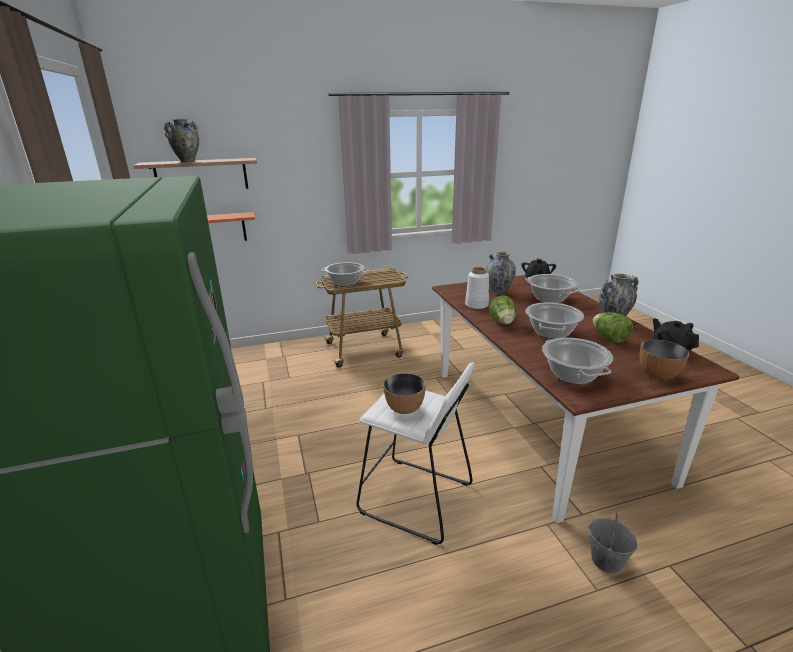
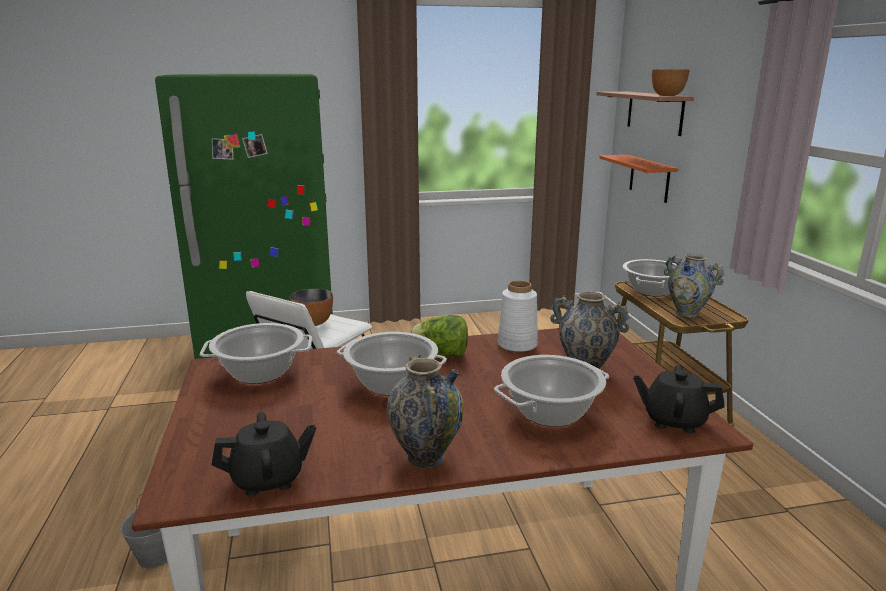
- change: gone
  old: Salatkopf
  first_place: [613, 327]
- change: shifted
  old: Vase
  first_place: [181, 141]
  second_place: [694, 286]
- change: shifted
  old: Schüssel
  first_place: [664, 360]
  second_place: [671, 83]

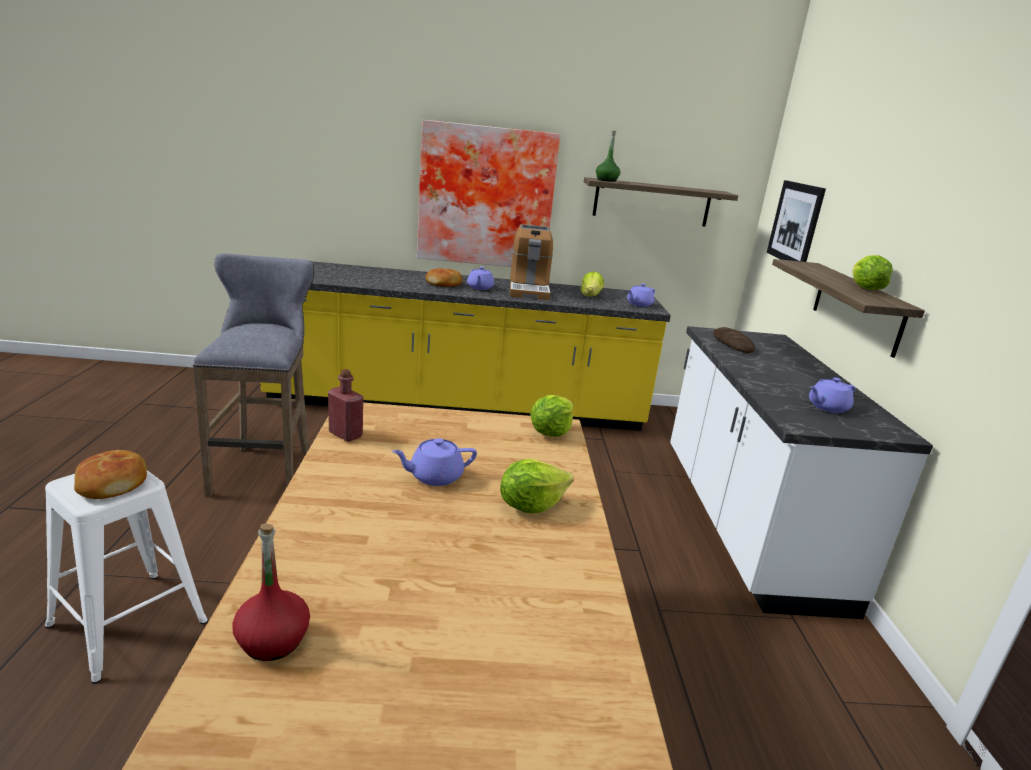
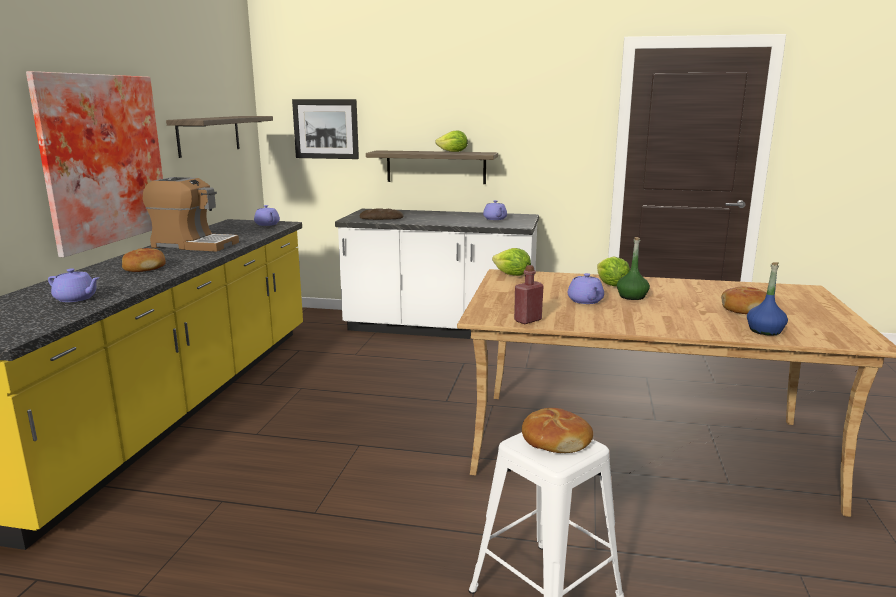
- change: gone
  old: Hocker [grau]
  first_place: [254, 375]
- change: gone
  old: Salatkopf
  first_place: [592, 284]
- change: new
  new: Brot
  second_place: [744, 300]
- change: shifted
  old: Teekanne [lila]
  first_place: [480, 278]
  second_place: [73, 285]
- change: shifted
  old: Flasche [grün]
  first_place: [608, 156]
  second_place: [633, 268]
- change: repainted
  old: Flasche [rot]
  new: Flasche [blau]
  first_place: [271, 592]
  second_place: [767, 299]

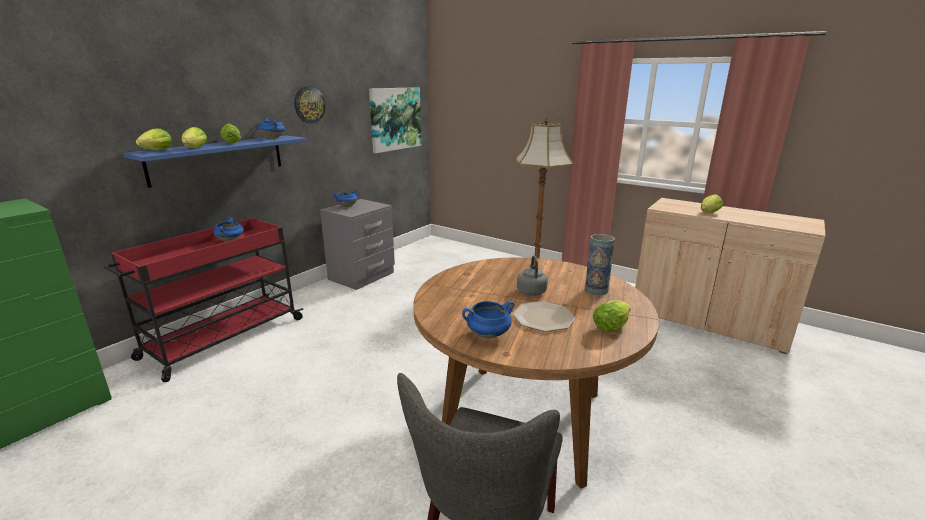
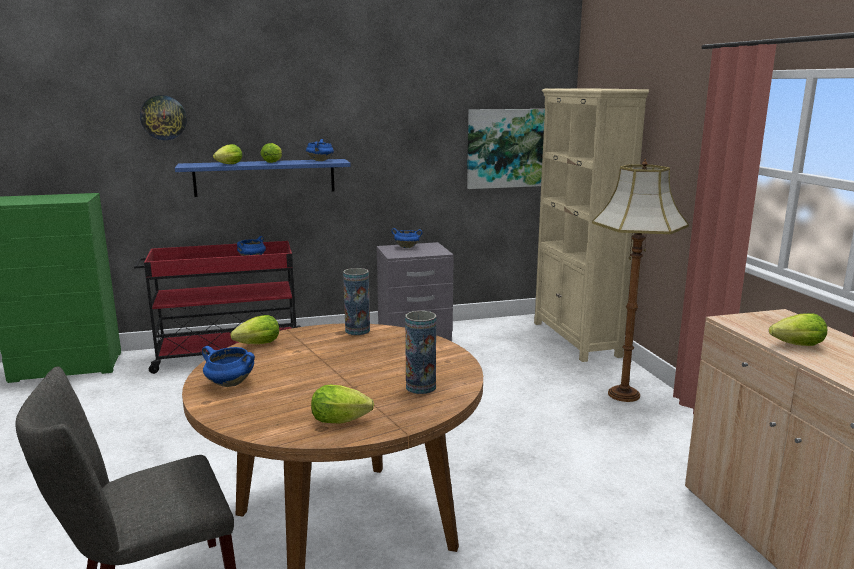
- change: gone
  old: Teller
  first_place: [544, 316]
- change: gone
  old: Wasserkessel [grau]
  first_place: [532, 275]
- change: new
  new: Vase
  second_place: [356, 301]
- change: new
  new: Bücherregal [beige]
  second_place: [591, 225]
- change: shifted
  old: Salatkopf
  first_place: [154, 139]
  second_place: [255, 329]
- change: shifted
  old: Wanduhr
  first_place: [310, 104]
  second_place: [163, 117]

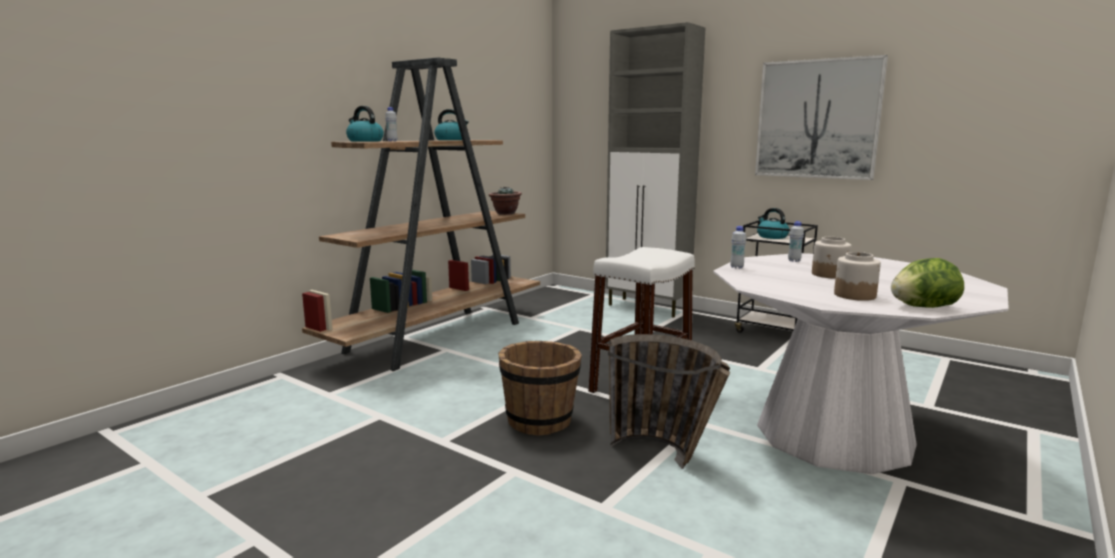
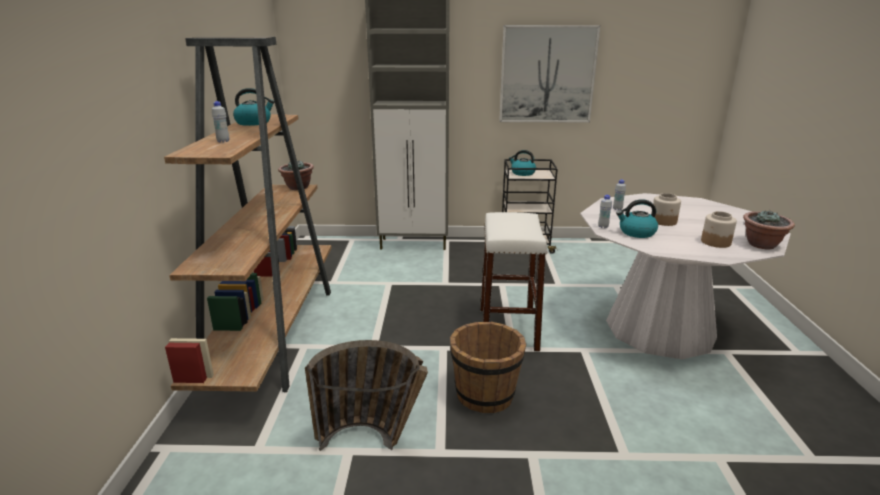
- change: shifted
  old: Wasserkessel
  first_place: [365, 124]
  second_place: [637, 218]
- change: shifted
  old: Korb
  first_place: [669, 401]
  second_place: [366, 395]
- change: swapped
  old: Salatkopf
  new: Topfpflanze
  first_place: [927, 283]
  second_place: [769, 229]

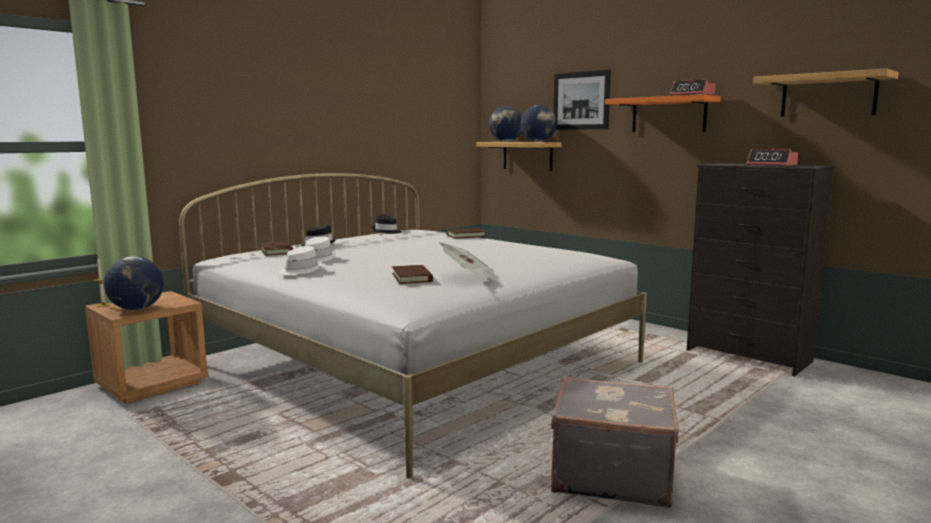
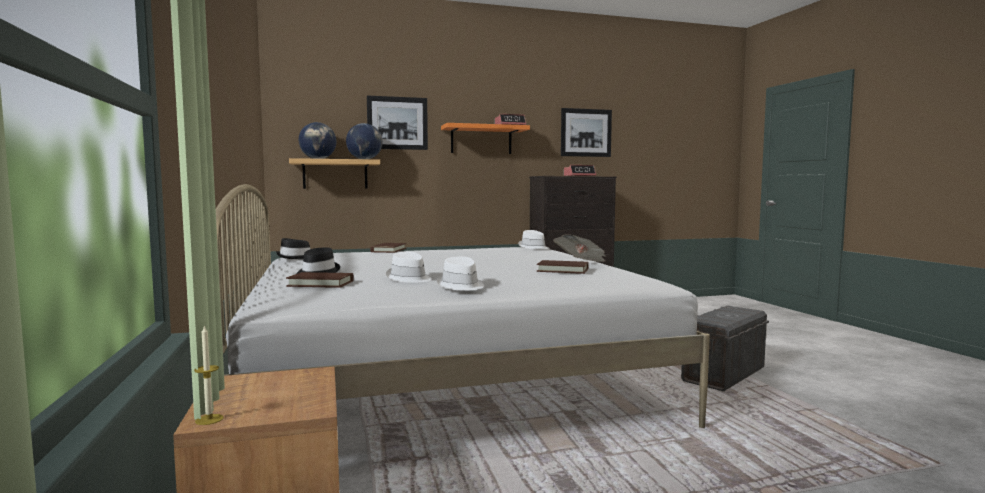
- change: gone
  old: Globus
  first_place: [134, 283]
- change: new
  new: Hut [weiß]
  second_place: [533, 239]
- change: swapped
  old: Koffer [grau]
  new: Aufbewahrungsbox [grau]
  first_place: [615, 442]
  second_place: [725, 348]
- change: swapped
  old: Wandregal
  new: Bild
  first_place: [826, 93]
  second_place: [586, 132]

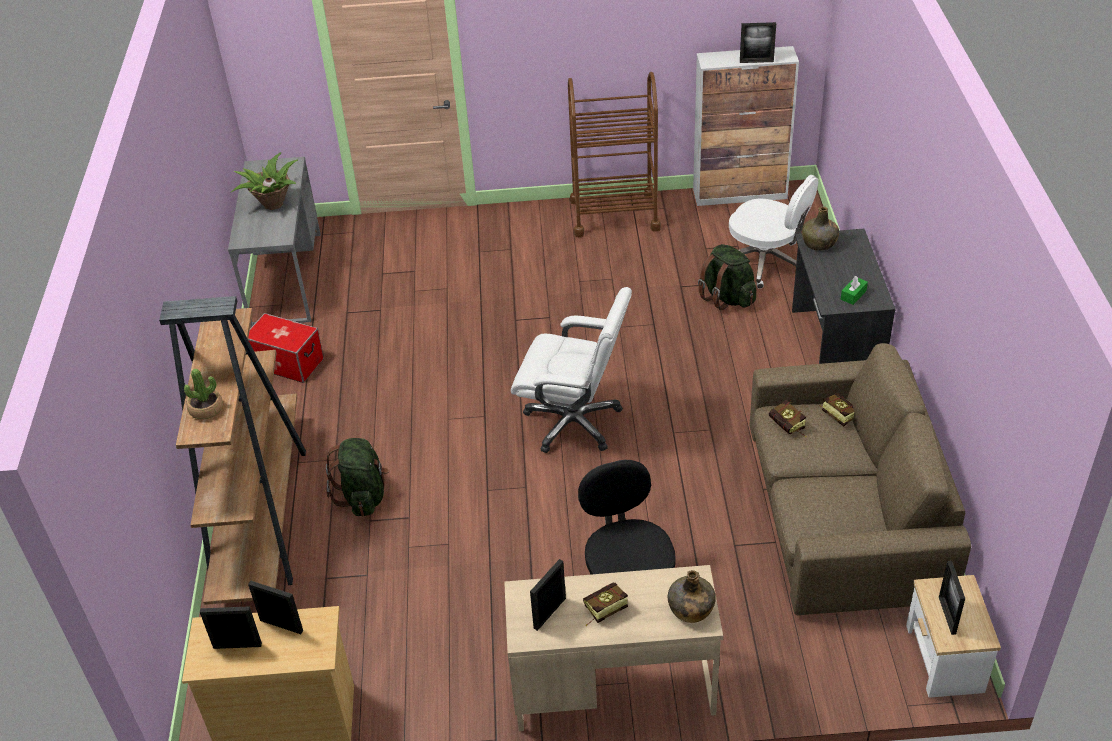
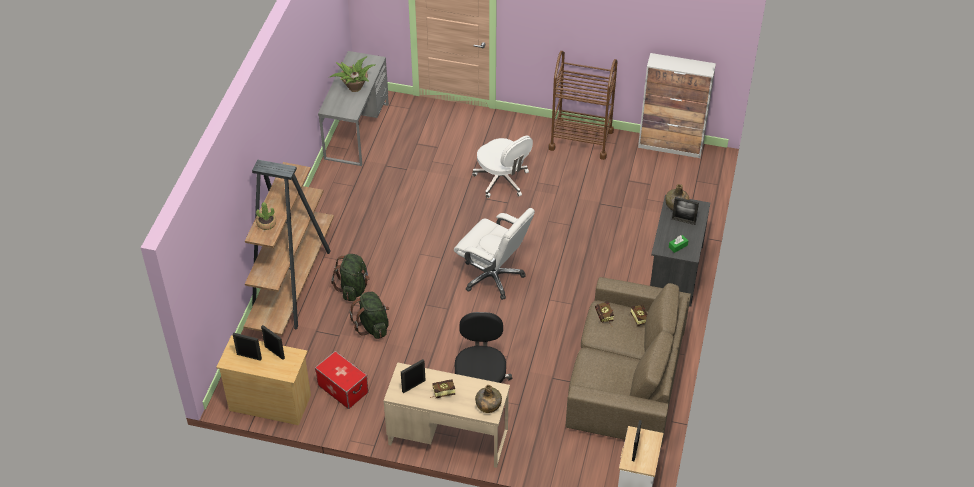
- change: shifted
  old: Aufbewahrungsbox
  first_place: [286, 348]
  second_place: [341, 380]
- change: shifted
  old: Rucksack [grün]
  first_place: [727, 277]
  second_place: [369, 315]
- change: shifted
  old: Bürostuhl [weiß]
  first_place: [773, 232]
  second_place: [502, 166]
- change: shifted
  old: Bilderrahmen
  first_place: [758, 42]
  second_place: [685, 211]

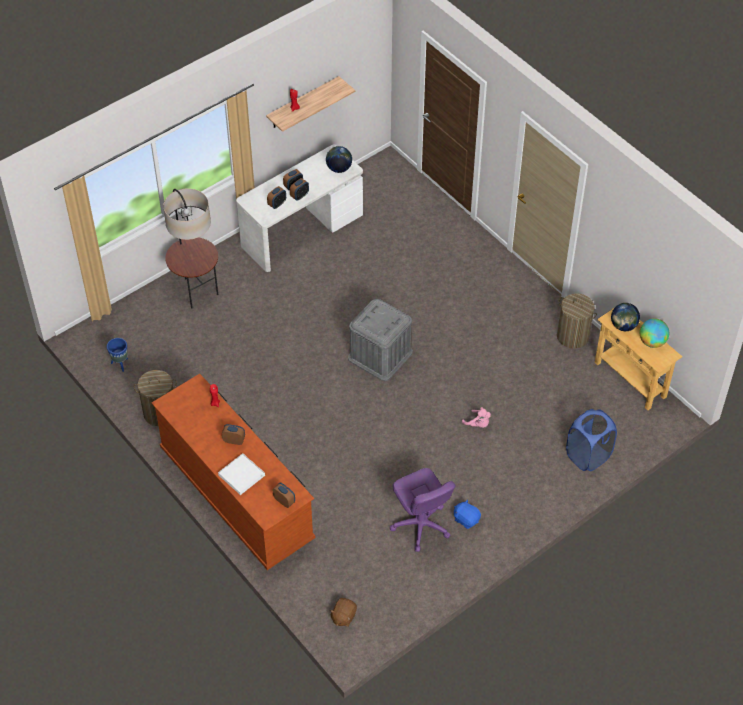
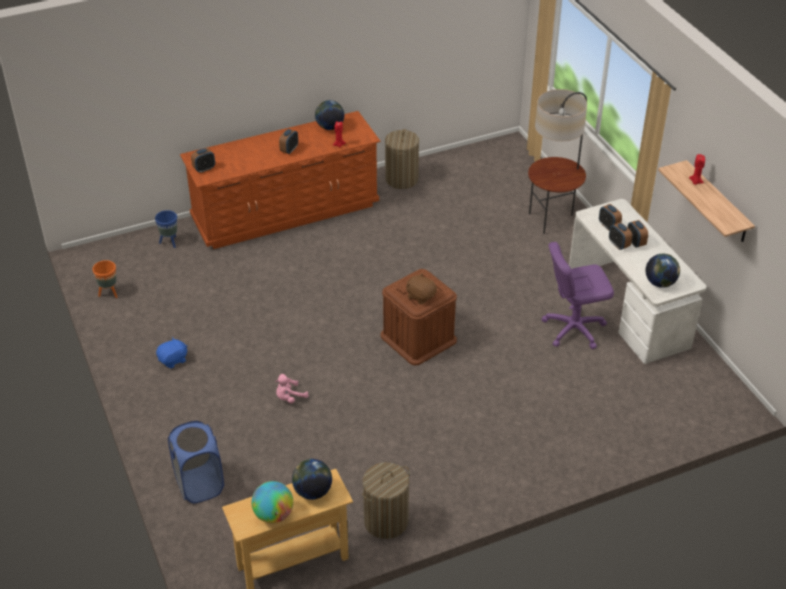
- change: gone
  old: Tablett [weiß]
  first_place: [241, 474]
- change: new
  new: Pflanzkübel [orange]
  second_place: [105, 279]
- change: new
  new: Globus
  second_place: [329, 115]
- change: shifted
  old: Pflanzkübel [blau]
  first_place: [117, 355]
  second_place: [166, 229]
- change: shifted
  old: Plüschtier [braun]
  first_place: [343, 612]
  second_place: [421, 289]
- change: shifted
  old: Bürostuhl [lila]
  first_place: [423, 510]
  second_place: [577, 295]
- change: repainted
  old: Aufbewahrungsbox [grau]
  new: Aufbewahrungsbox [braun]
  first_place: [380, 340]
  second_place: [419, 317]

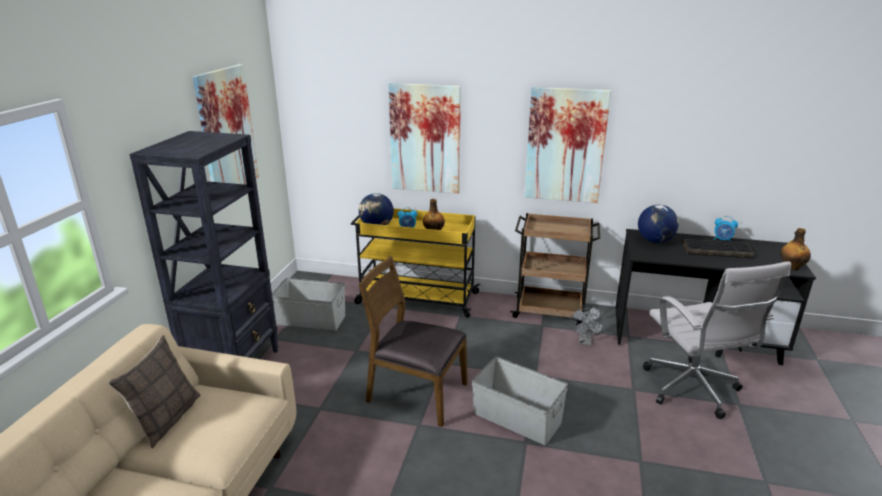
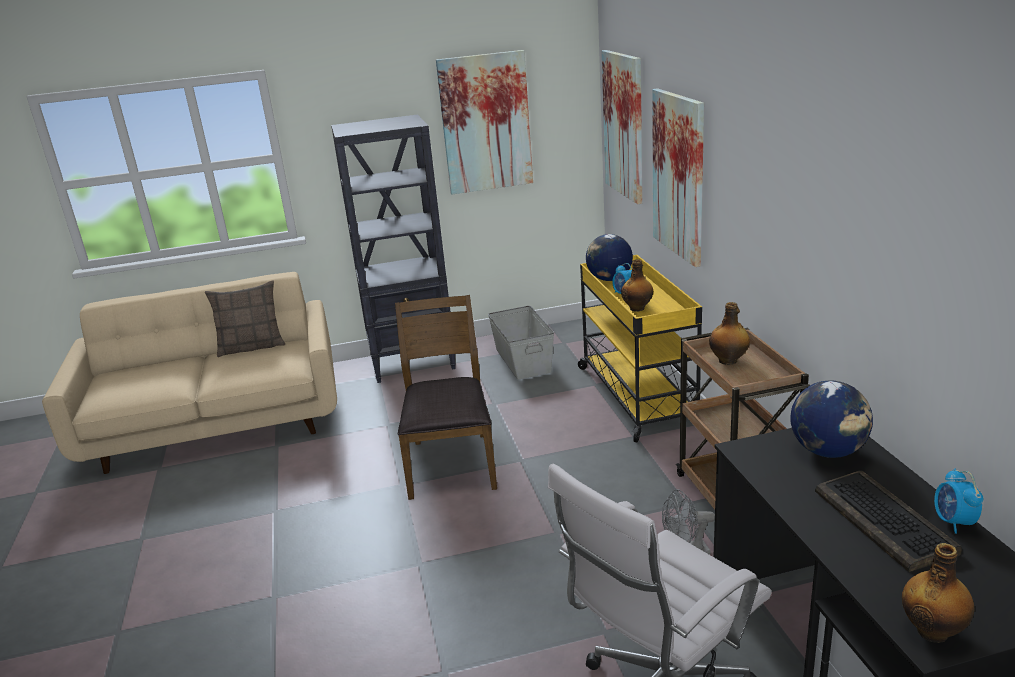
- change: gone
  old: Aufbewahrungsbox [grau]
  first_place: [520, 401]
- change: new
  new: Flasche
  second_place: [729, 333]
- change: shifted
  old: Bild
  first_place: [567, 145]
  second_place: [622, 127]

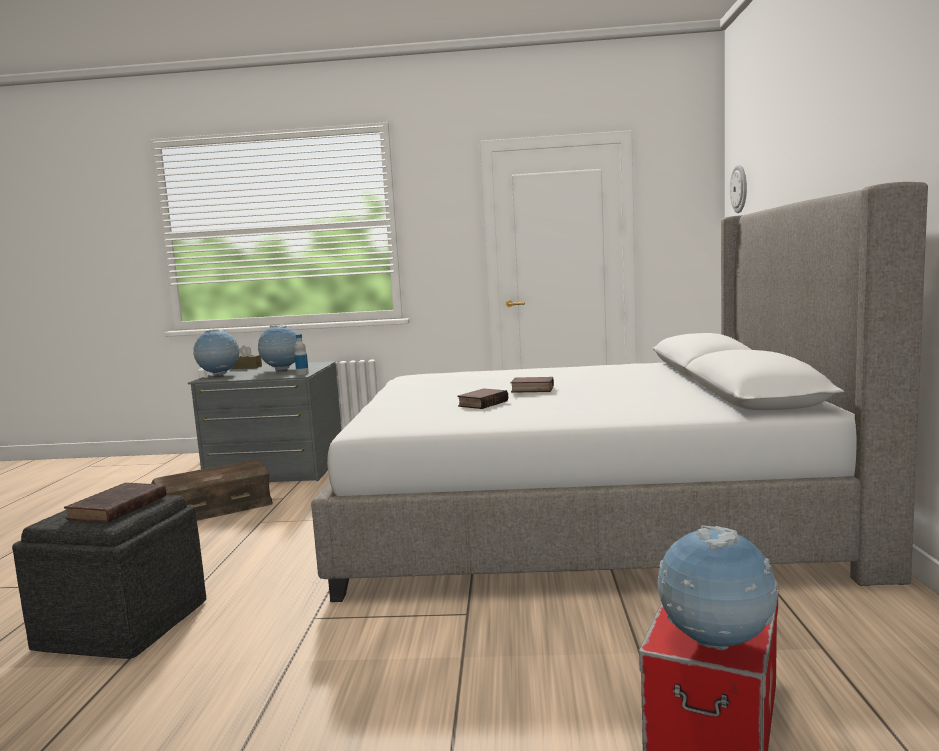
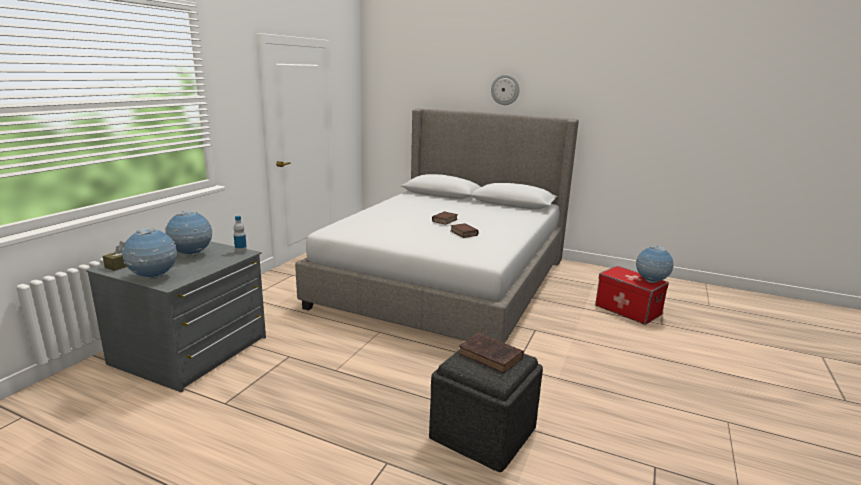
- change: gone
  old: Aufbewahrungsbox [braun]
  first_place: [212, 490]
- change: shifted
  old: Wanduhr
  first_place: [738, 189]
  second_place: [505, 89]

